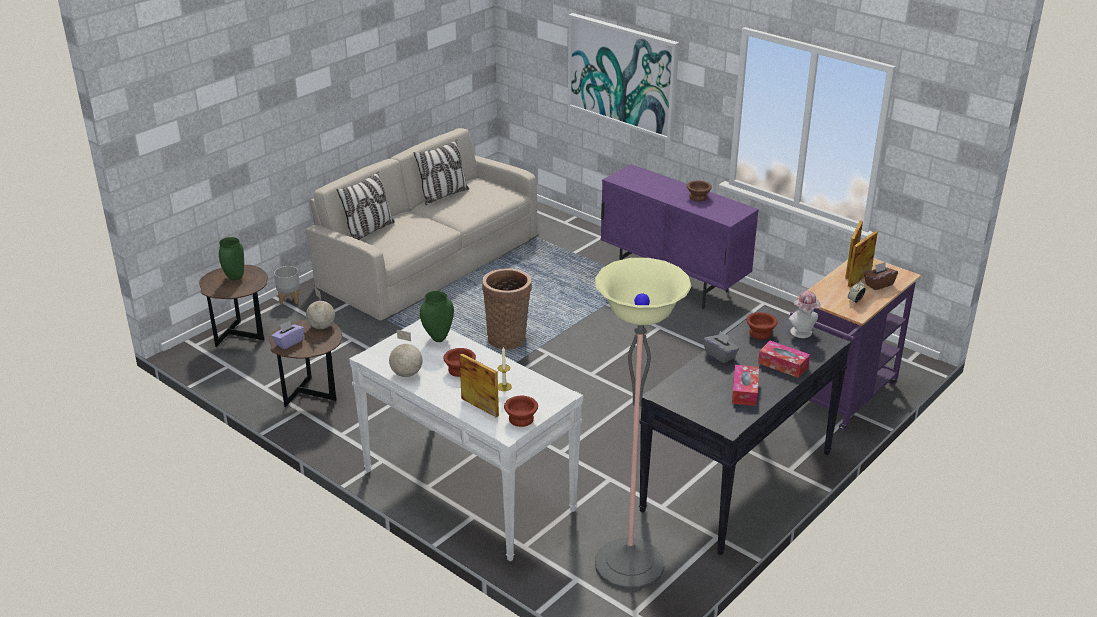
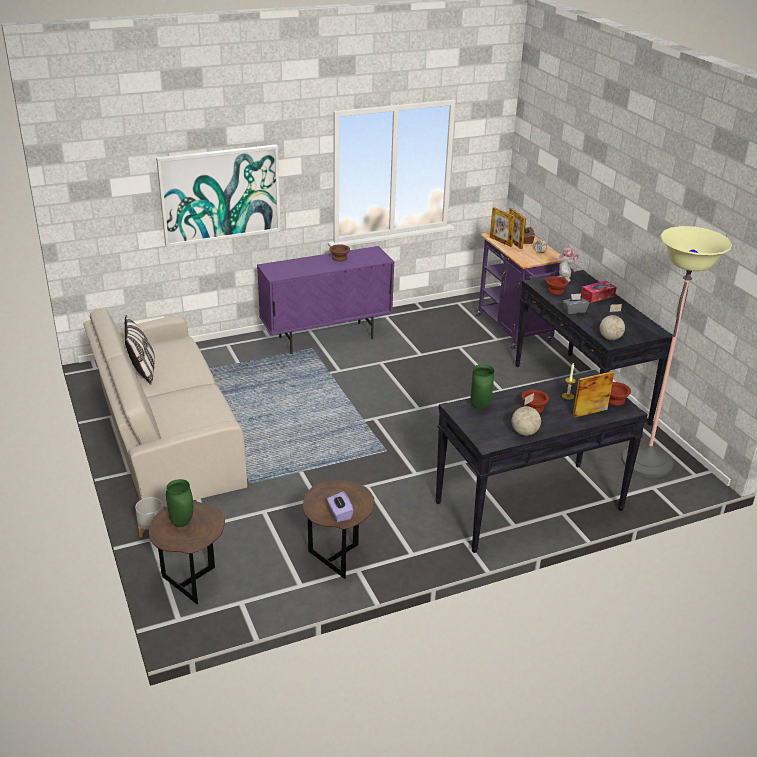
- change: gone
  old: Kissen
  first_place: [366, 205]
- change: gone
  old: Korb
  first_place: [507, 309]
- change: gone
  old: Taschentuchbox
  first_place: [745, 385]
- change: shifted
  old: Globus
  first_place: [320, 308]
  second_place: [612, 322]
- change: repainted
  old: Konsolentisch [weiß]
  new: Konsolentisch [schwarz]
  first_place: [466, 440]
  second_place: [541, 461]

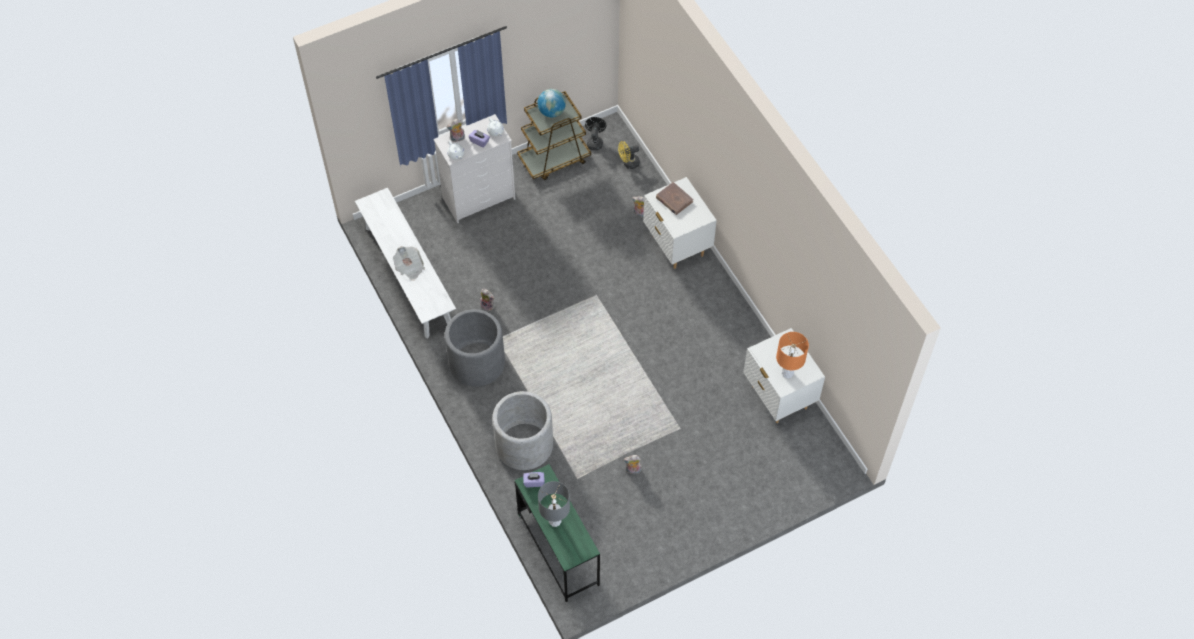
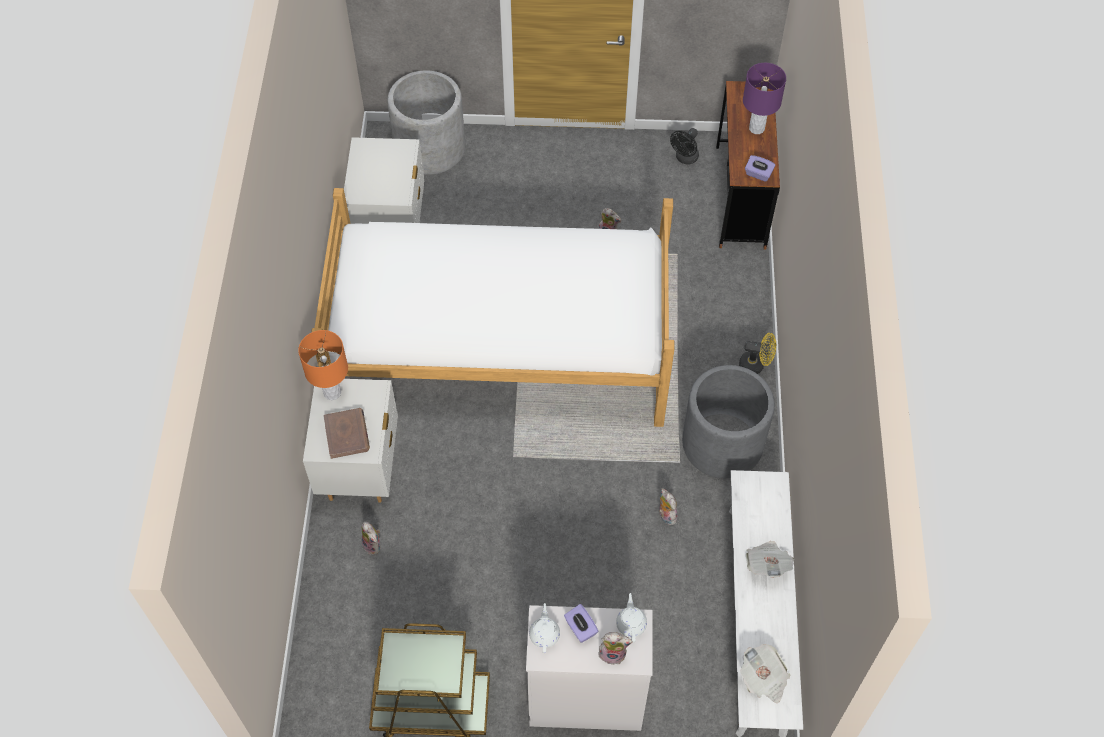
- change: gone
  old: Globus
  first_place: [551, 103]
- change: new
  new: Bett
  second_place: [493, 307]
- change: new
  new: Zeitung
  second_place: [765, 673]
- change: shifted
  old: Pflanzkübel [grau]
  first_place: [522, 430]
  second_place: [426, 122]
- change: shifted
  old: Ventilator [schwarz]
  first_place: [595, 133]
  second_place: [684, 146]
- change: shifted
  old: Ventilator [gelb]
  first_place: [629, 155]
  second_place: [757, 353]
- change: shifted
  old: Tischlampe [orange]
  first_place: [792, 355]
  second_place: [323, 365]
- change: repainted
  old: Schreibtisch [grün]
  new: Schreibtisch [braun]
  first_place: [557, 533]
  second_place: [748, 165]
- change: repainted
  old: Tischlampe [grau]
  new: Tischlampe [lila]
  first_place: [554, 504]
  second_place: [764, 98]

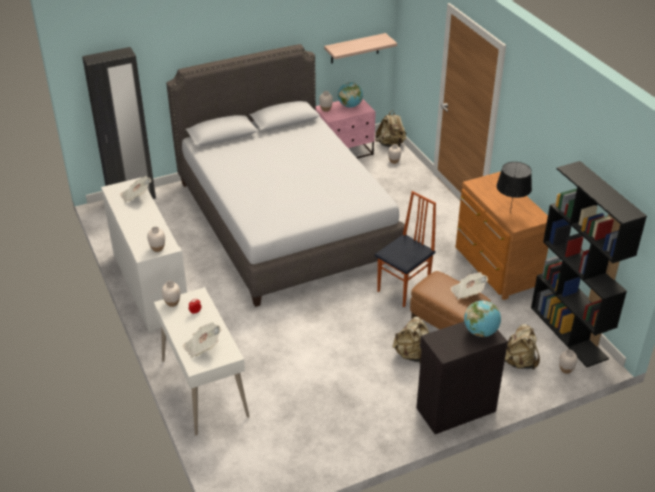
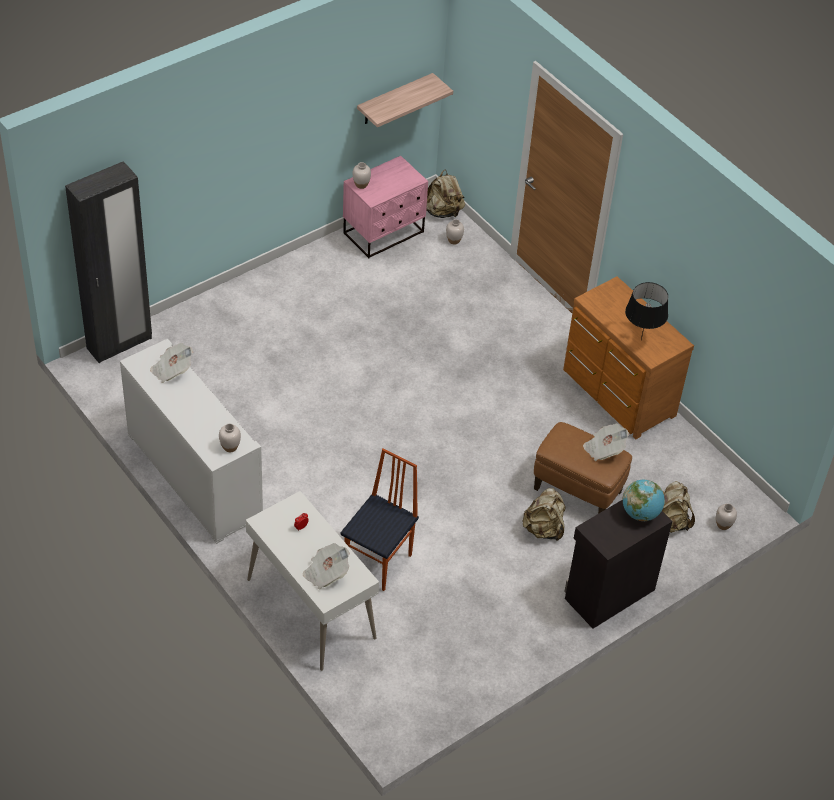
- change: gone
  old: Vase [weiß]
  first_place: [171, 294]
- change: gone
  old: Bett [grau]
  first_place: [286, 175]
- change: gone
  old: Globus
  first_place: [350, 95]
- change: gone
  old: Bücherregal [schwarz]
  first_place: [589, 264]
- change: shifted
  old: Stuhl
  first_place: [405, 249]
  second_place: [379, 519]

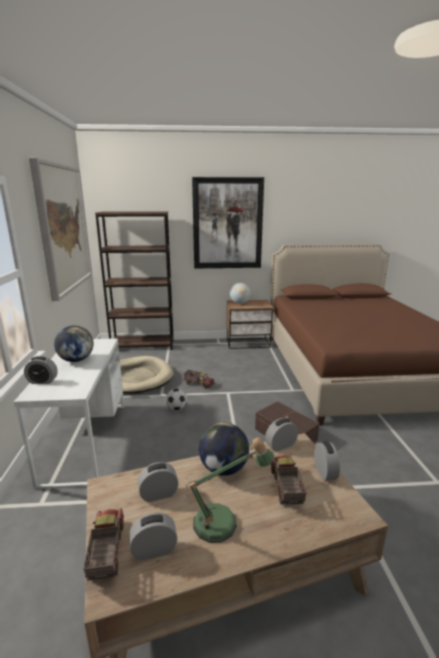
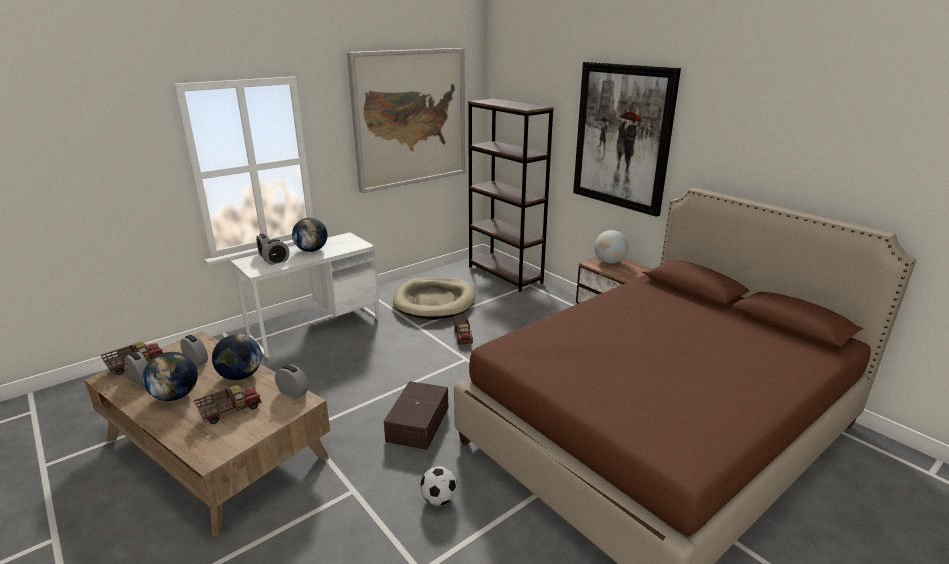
- change: shifted
  old: Fußball
  first_place: [176, 399]
  second_place: [438, 486]
- change: shifted
  old: Wecker
  first_place: [327, 461]
  second_place: [276, 252]
- change: swapped
  old: Tischlampe
  new: Globus
  first_place: [230, 490]
  second_place: [170, 376]

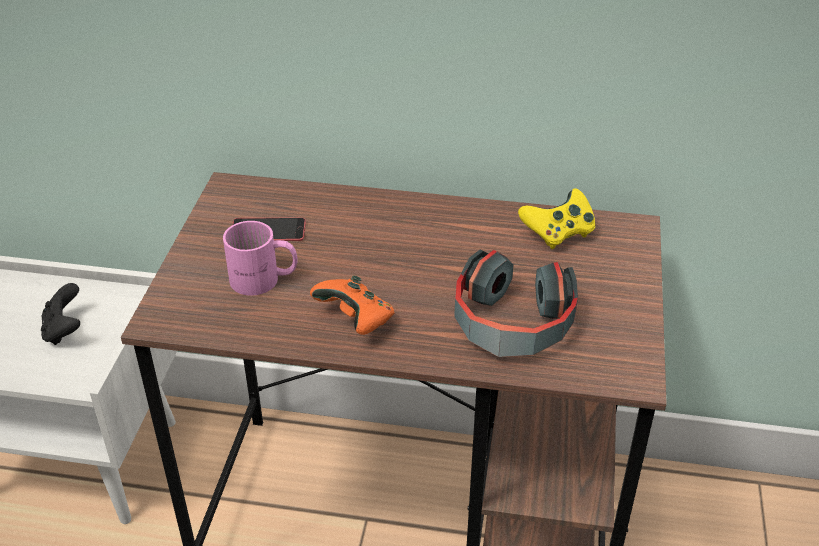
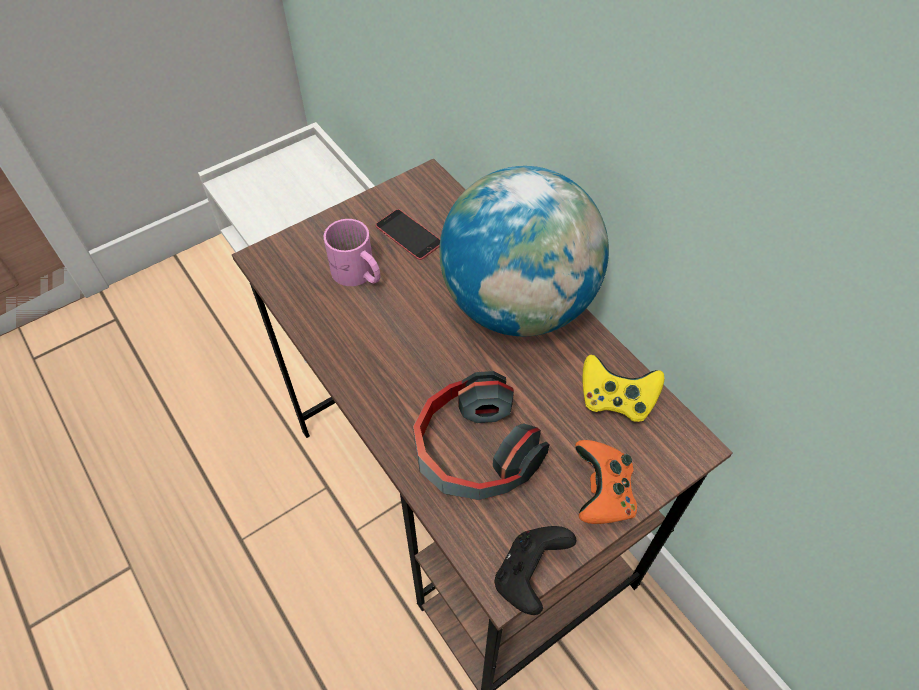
- change: new
  new: Globus
  second_place: [524, 251]
- change: shifted
  old: Gamepad [schwarz]
  first_place: [60, 314]
  second_place: [535, 570]
- change: shifted
  old: Gamepad [orange]
  first_place: [352, 305]
  second_place: [606, 482]

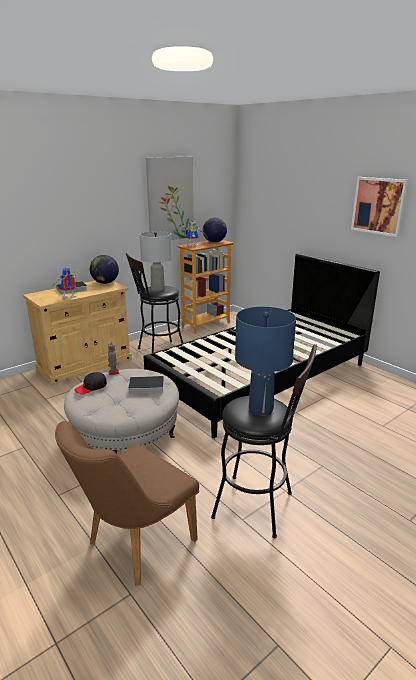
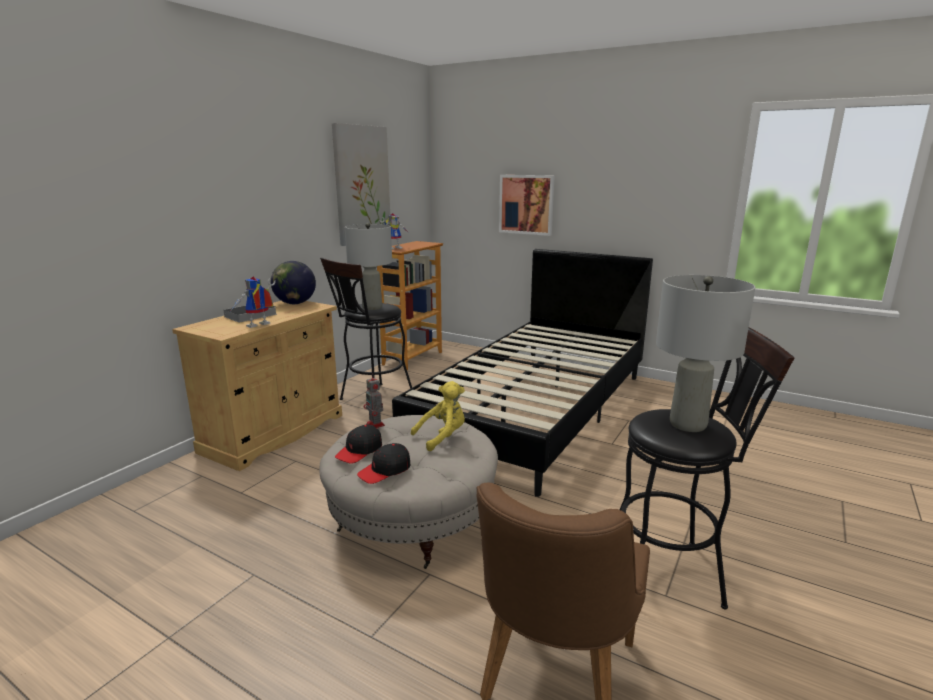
- change: gone
  old: Globus
  first_place: [215, 230]
- change: new
  new: Kappe [schwarz]
  second_place: [384, 463]
- change: shifted
  old: Bild
  first_place: [380, 207]
  second_place: [527, 205]
- change: swapped
  old: Buch
  new: Plüschtier [gelb]
  first_place: [145, 385]
  second_place: [438, 416]
- change: repainted
  old: Tischlampe [blau]
  new: Tischlampe [grau]
  first_place: [265, 361]
  second_place: [705, 353]

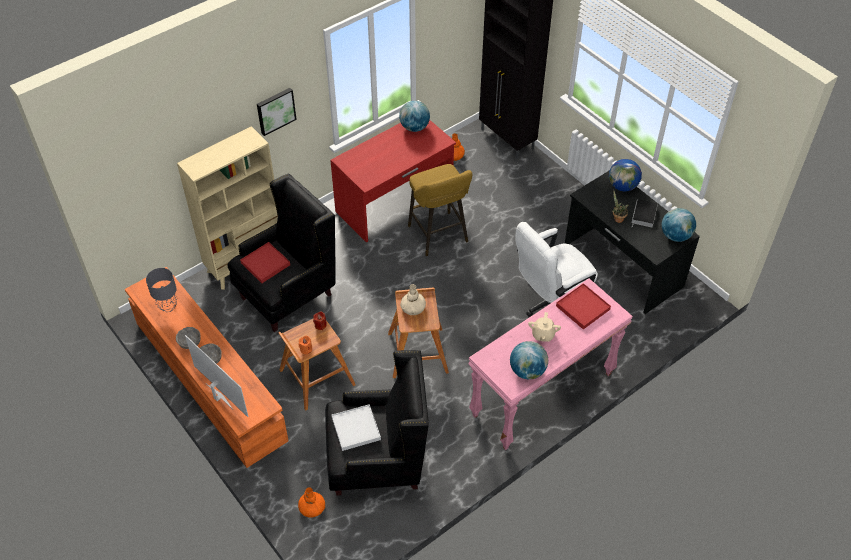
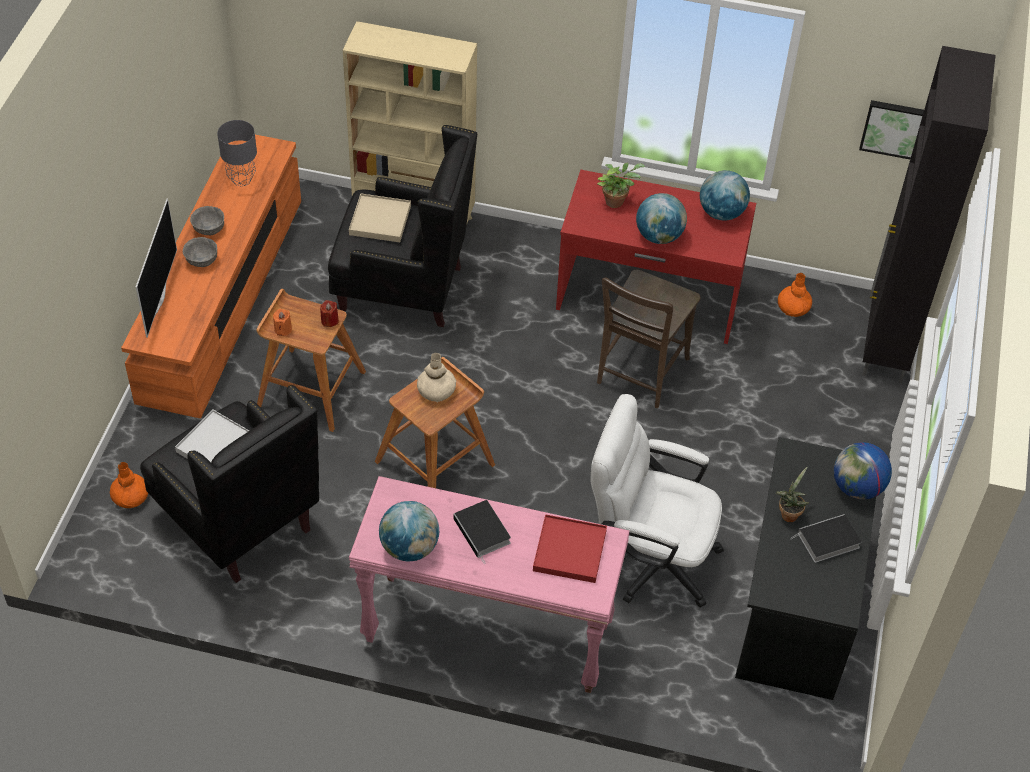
- change: new
  new: Topfpflanze
  second_place: [621, 185]
- change: shifted
  old: Bild
  first_place: [277, 112]
  second_place: [891, 129]
- change: shifted
  old: Globus
  first_place: [679, 225]
  second_place: [661, 218]
- change: swapped
  old: Hocker [gelb]
  new: Stuhl [braun]
  first_place: [440, 210]
  second_place: [649, 339]
- change: swapped
  old: Teekanne [beige]
  new: Buch
  first_place: [544, 327]
  second_place: [482, 532]
- change: repainted
  old: Tablett [rot]
  new: Tablett [beige]
  first_place: [265, 262]
  second_place: [380, 217]

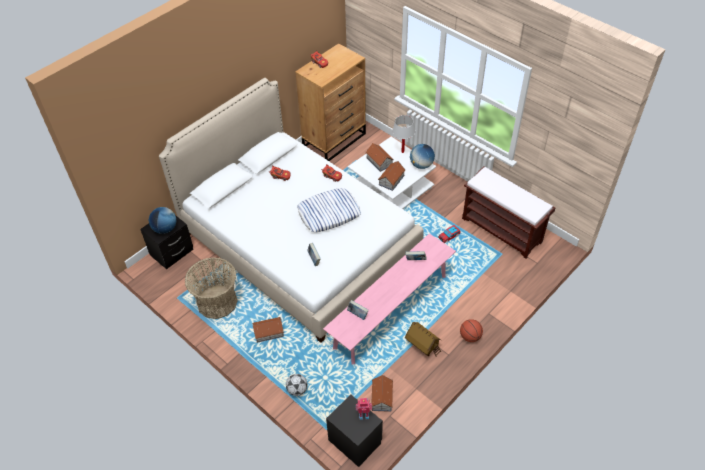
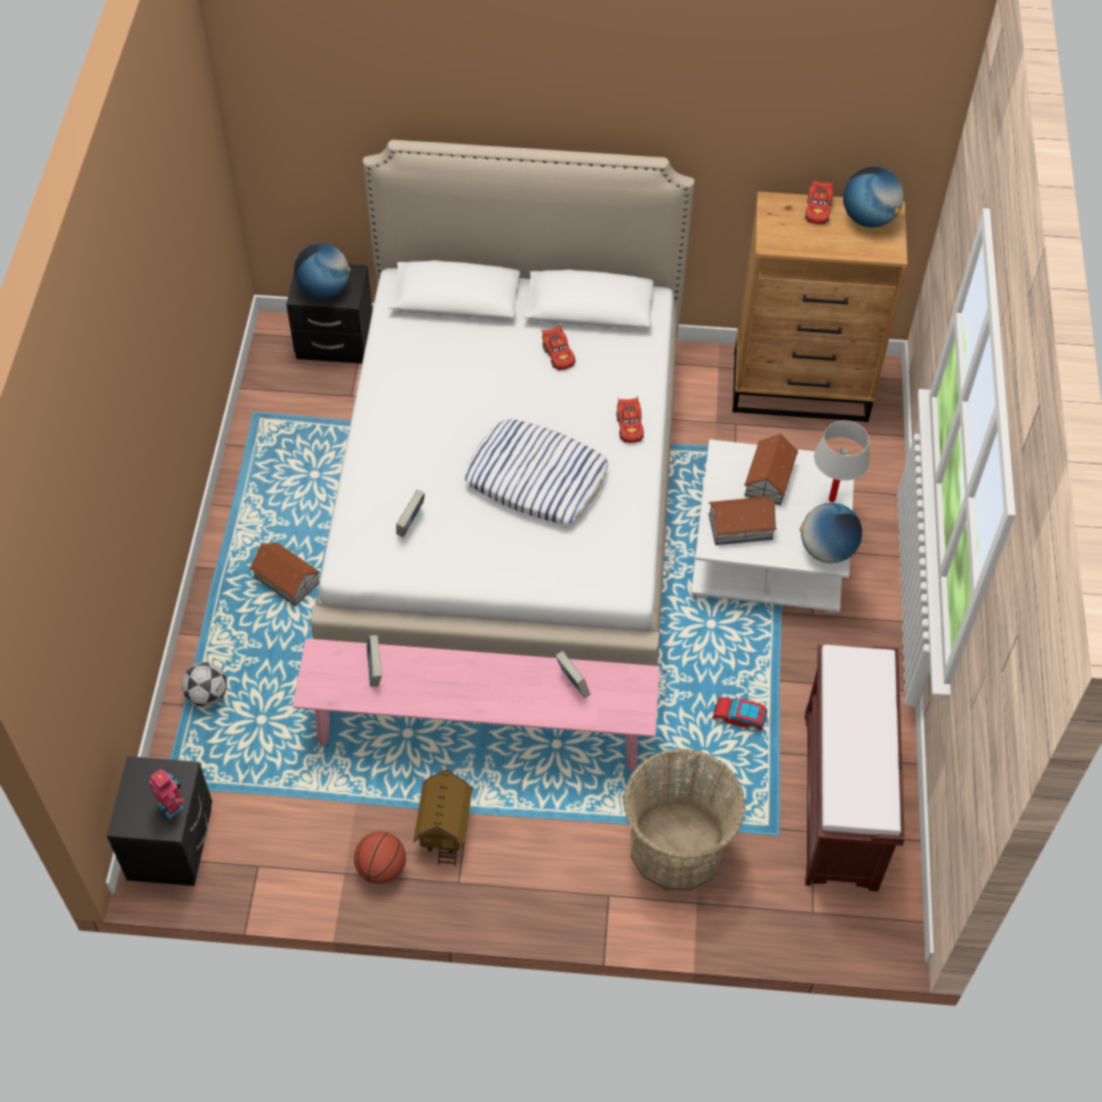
- change: gone
  old: Spielzeughaus
  first_place: [382, 393]
- change: new
  new: Globus
  second_place: [873, 197]
- change: shifted
  old: Korb
  first_place: [211, 288]
  second_place: [684, 820]
- change: shifted
  old: Basketball
  first_place: [471, 330]
  second_place: [380, 857]

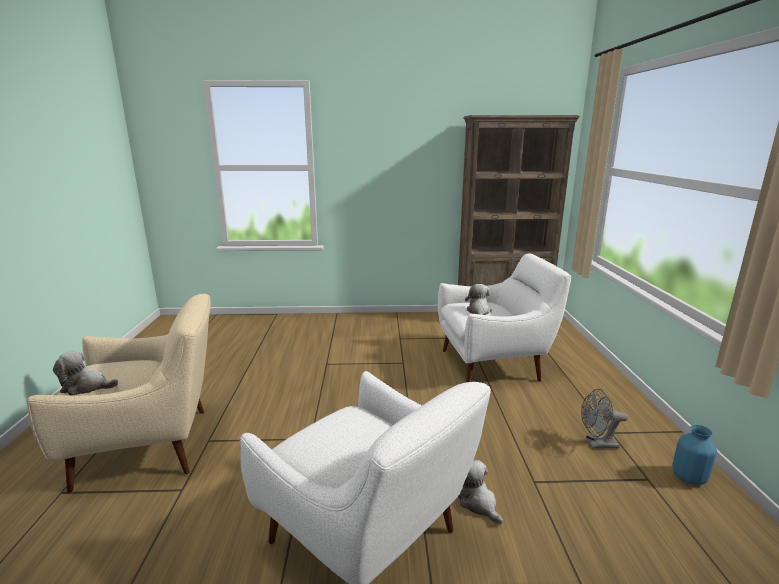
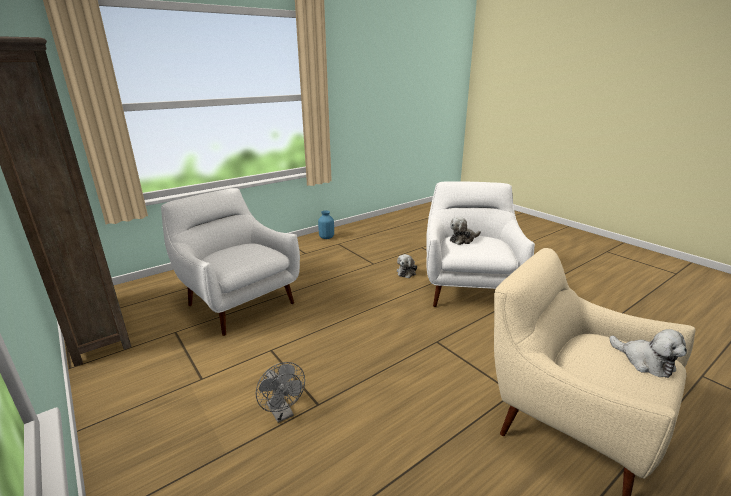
- change: shifted
  old: Plüschtier
  first_place: [478, 299]
  second_place: [465, 231]
- change: shifted
  old: Ventilator [grau]
  first_place: [604, 418]
  second_place: [280, 392]

